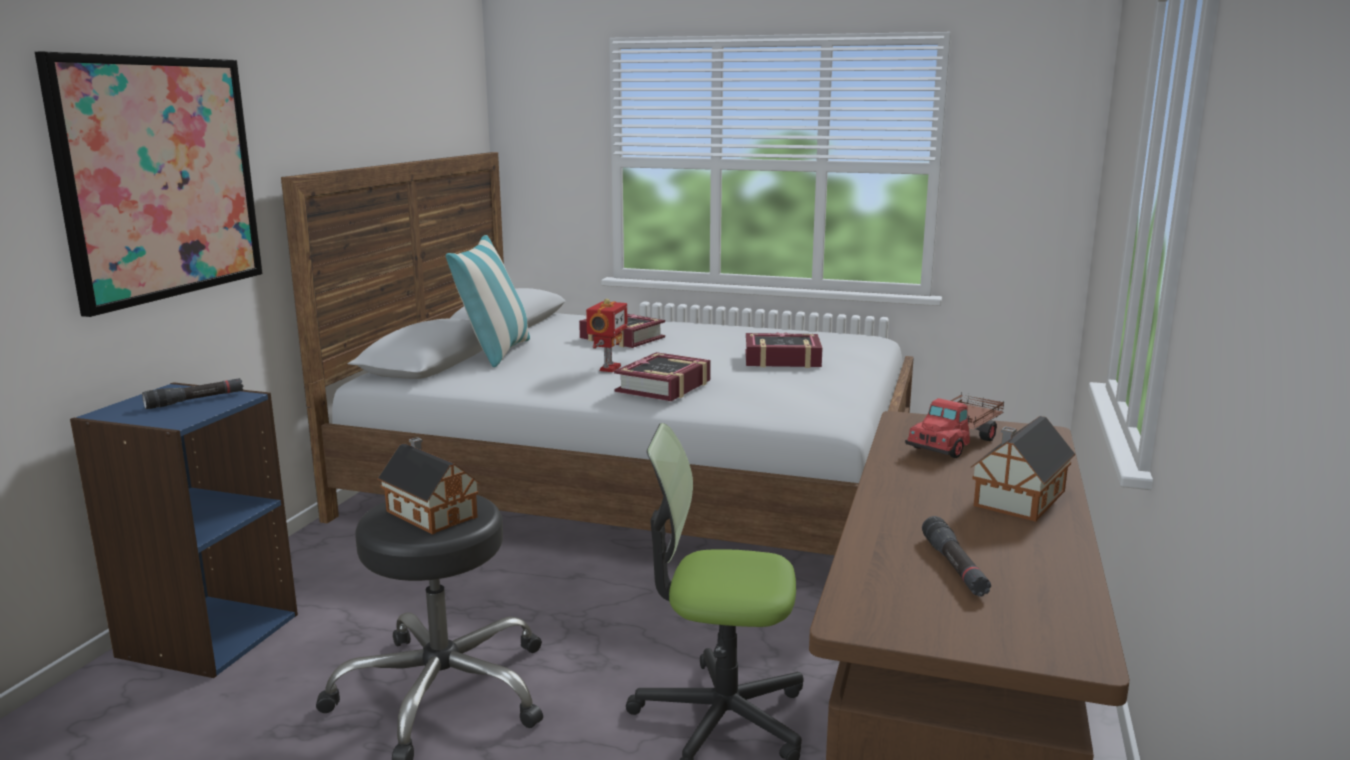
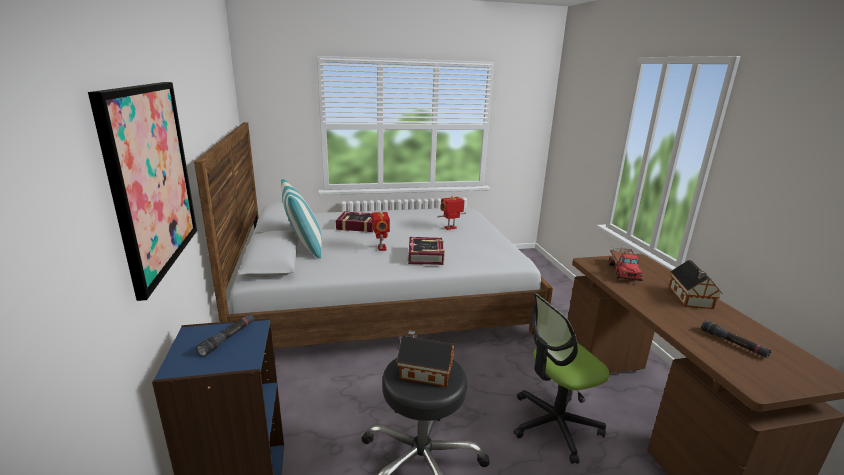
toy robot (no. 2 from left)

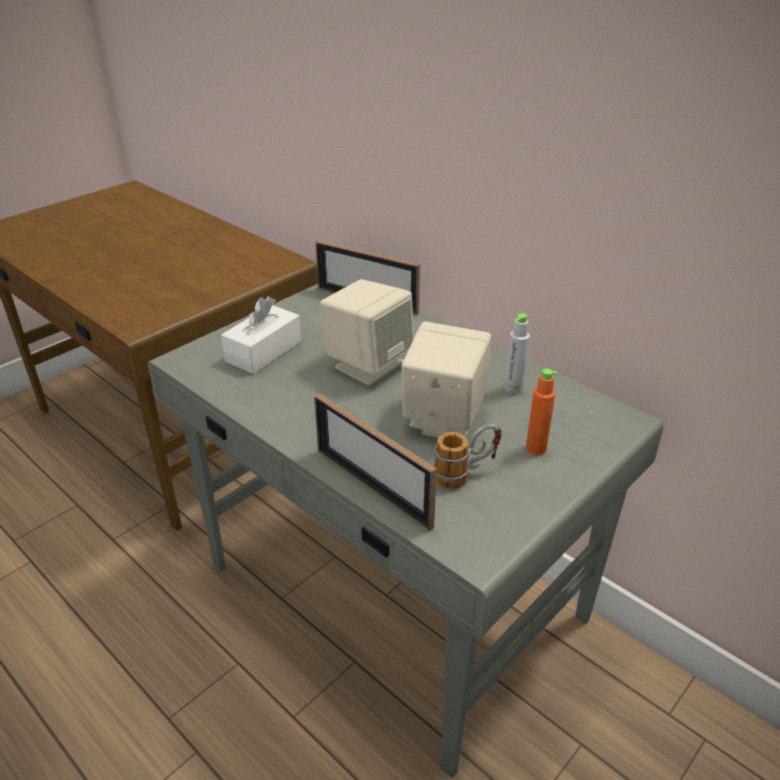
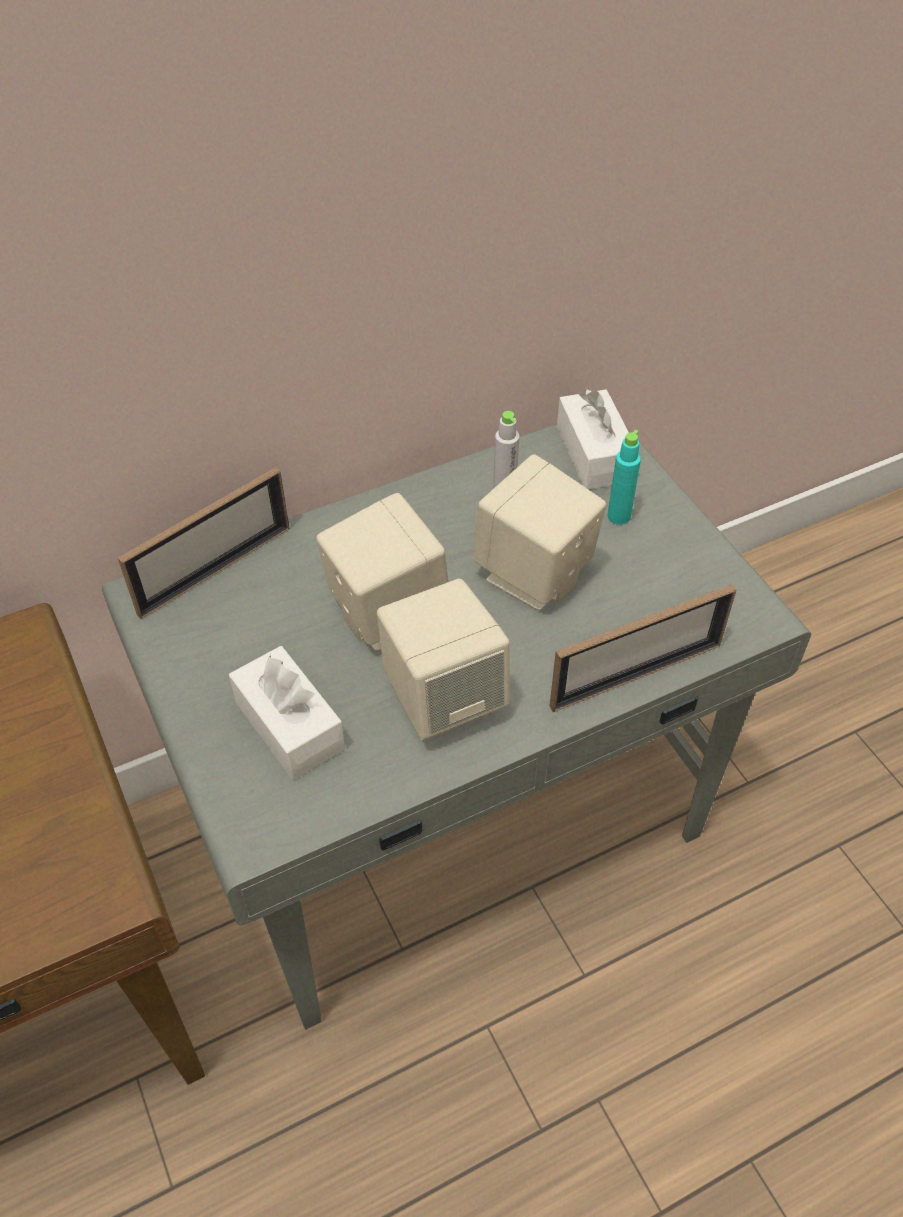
coffee mug
turquoise-coloured beverage bottle
sand-coloured speaker (no. 2 from left)
white box of tissues (no. 2 from left)

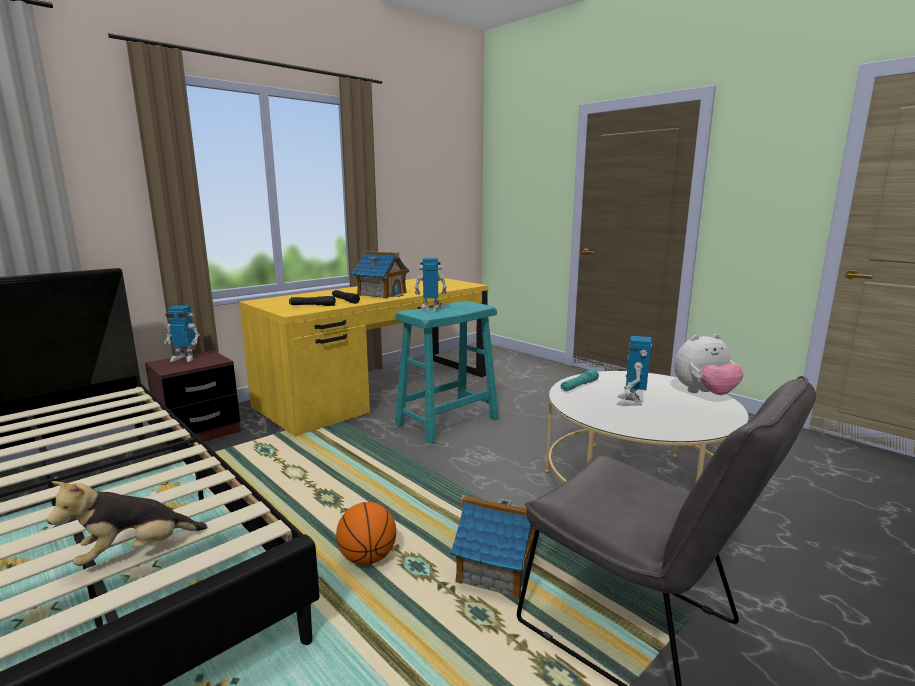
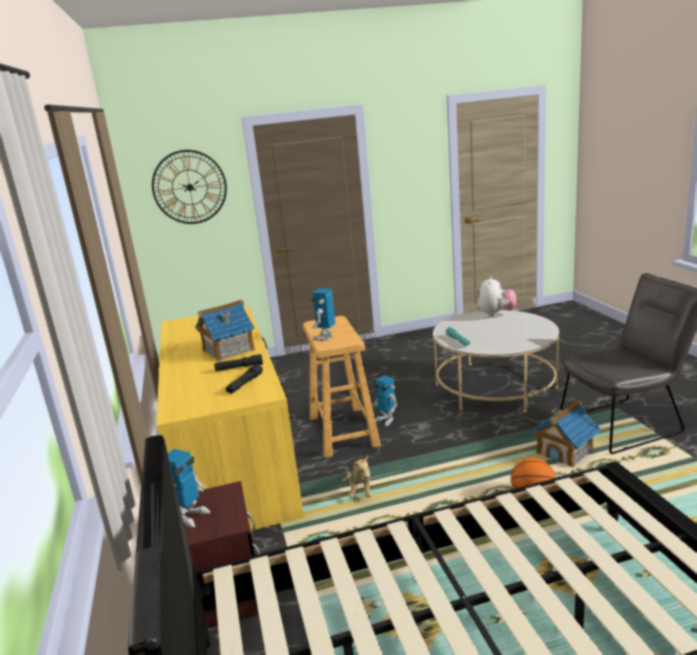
plush toy (no. 1 from left)
sand-coloured sitting stool
toy robot (no. 3 from left)
clock on the wall

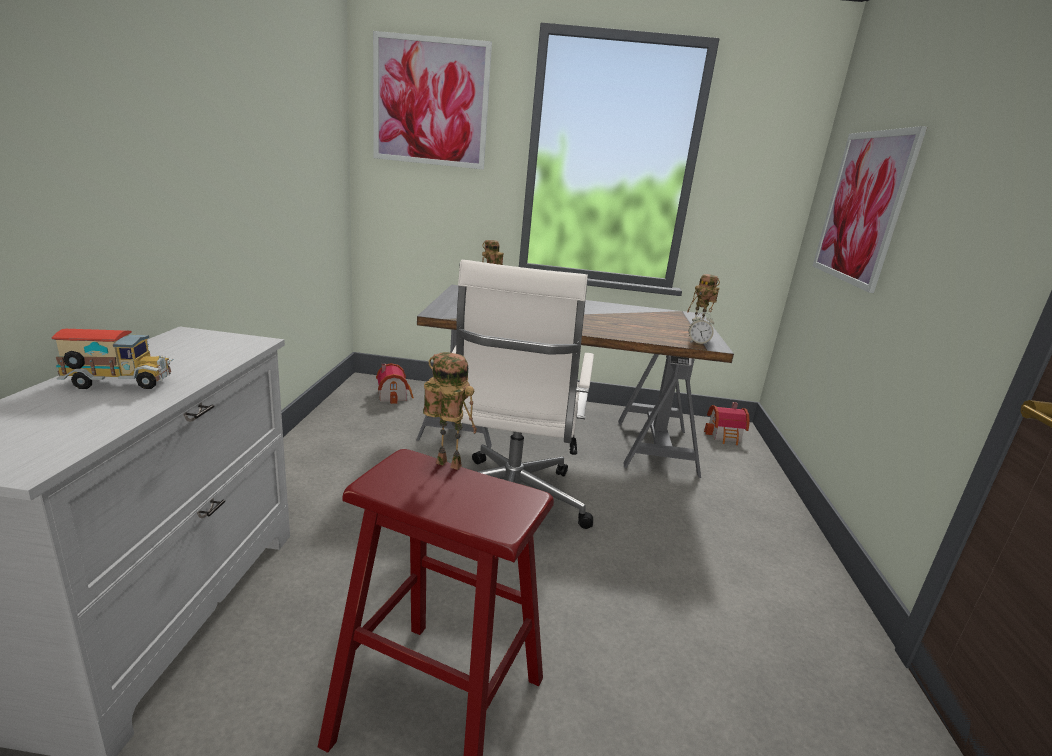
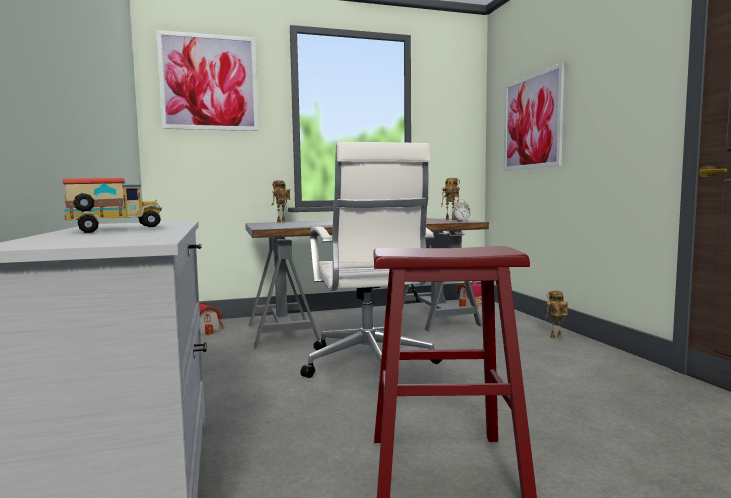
toy robot (no. 3 from left)

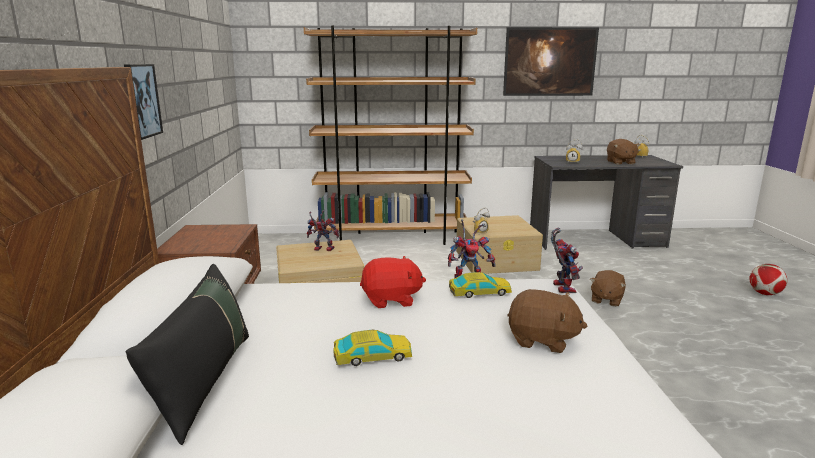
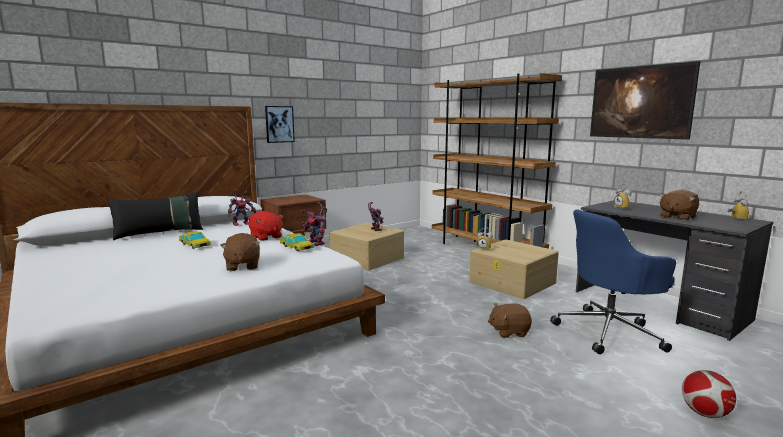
toy robot (no. 1 from left)
blue computer chair

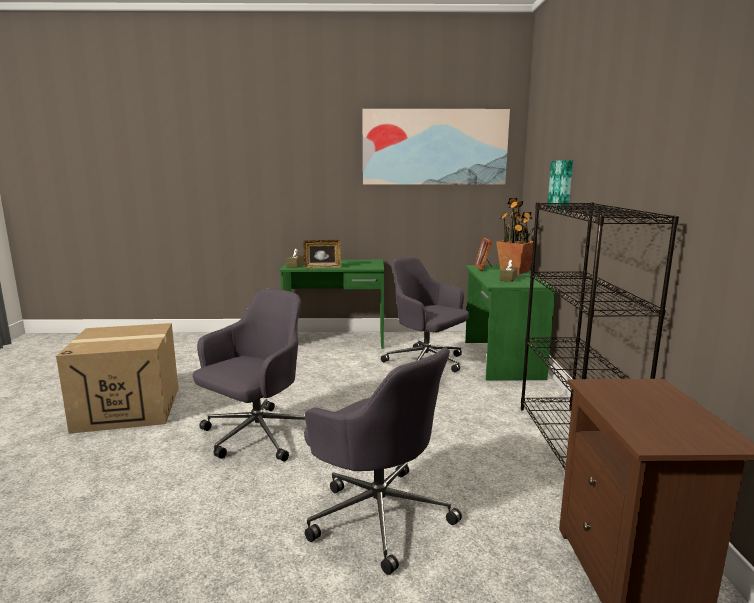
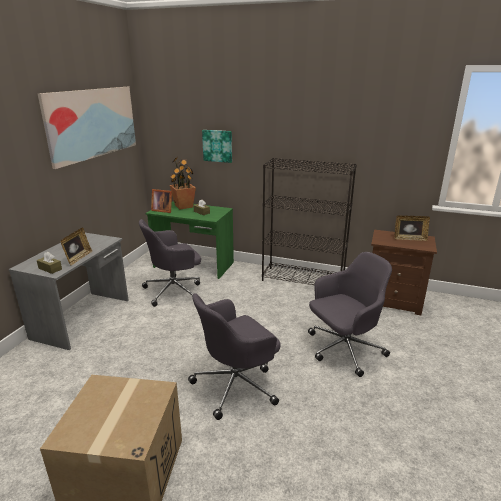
grey computer chair (no. 2 from left)
grey desk
picture frame (no. 3 from left)

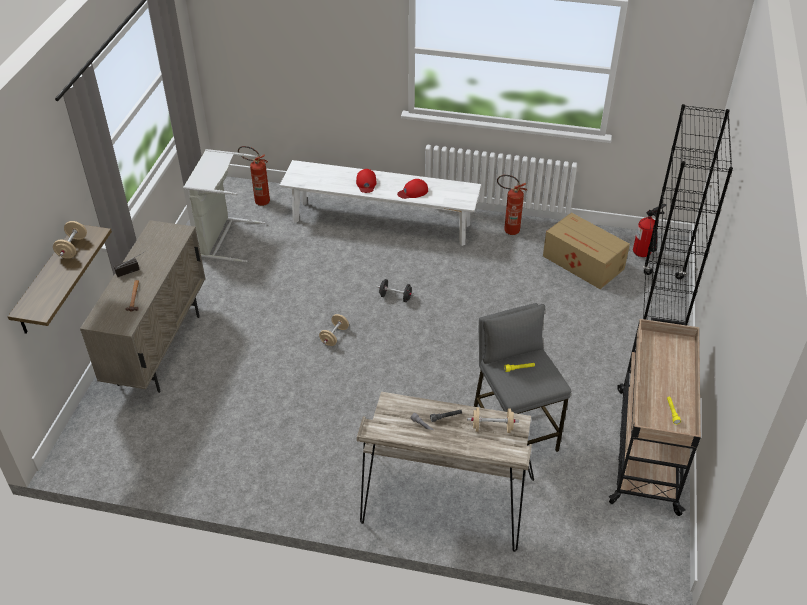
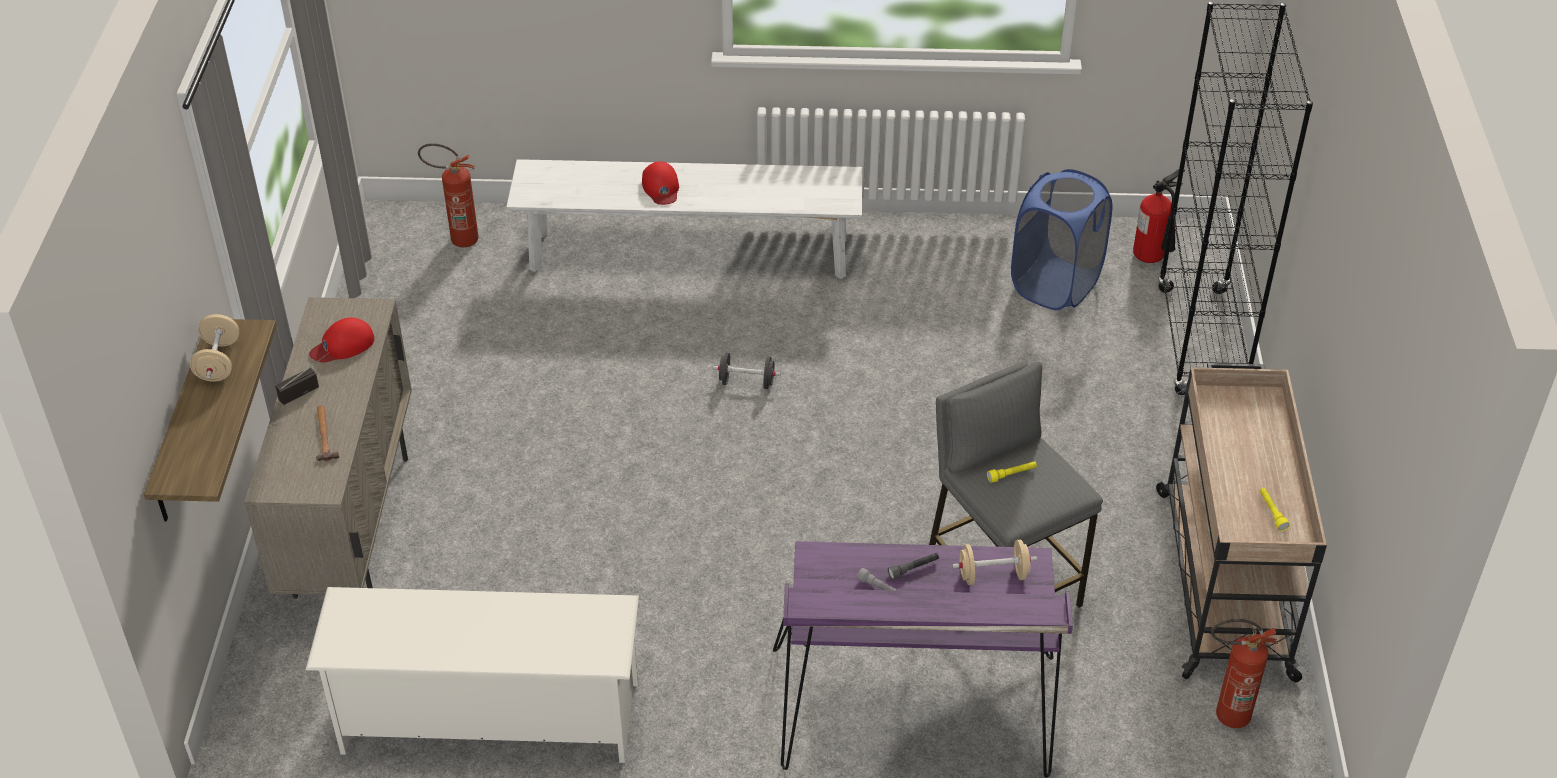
grey hamper
sand-coloured dumbbell (no. 2 from left in the first image)
purplish desk
red-coloured peaked cap (no. 1 from left)
fire extinguisher (no. 3 from left)
blue hamper
white shoe rack

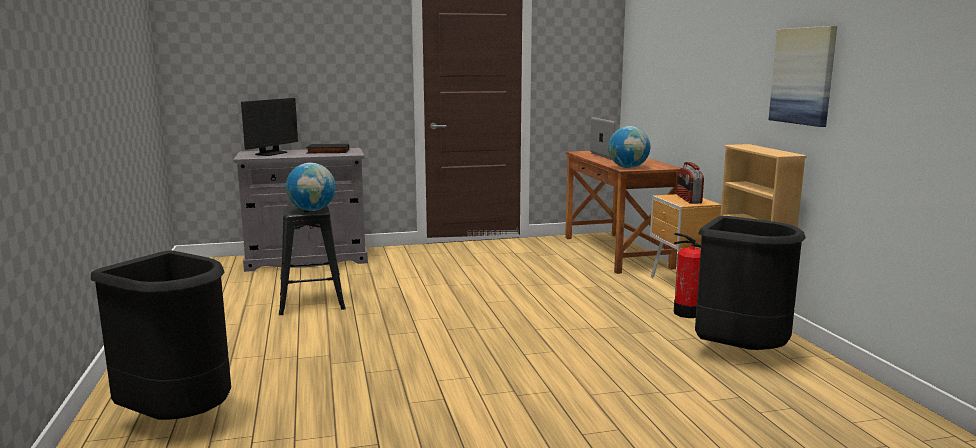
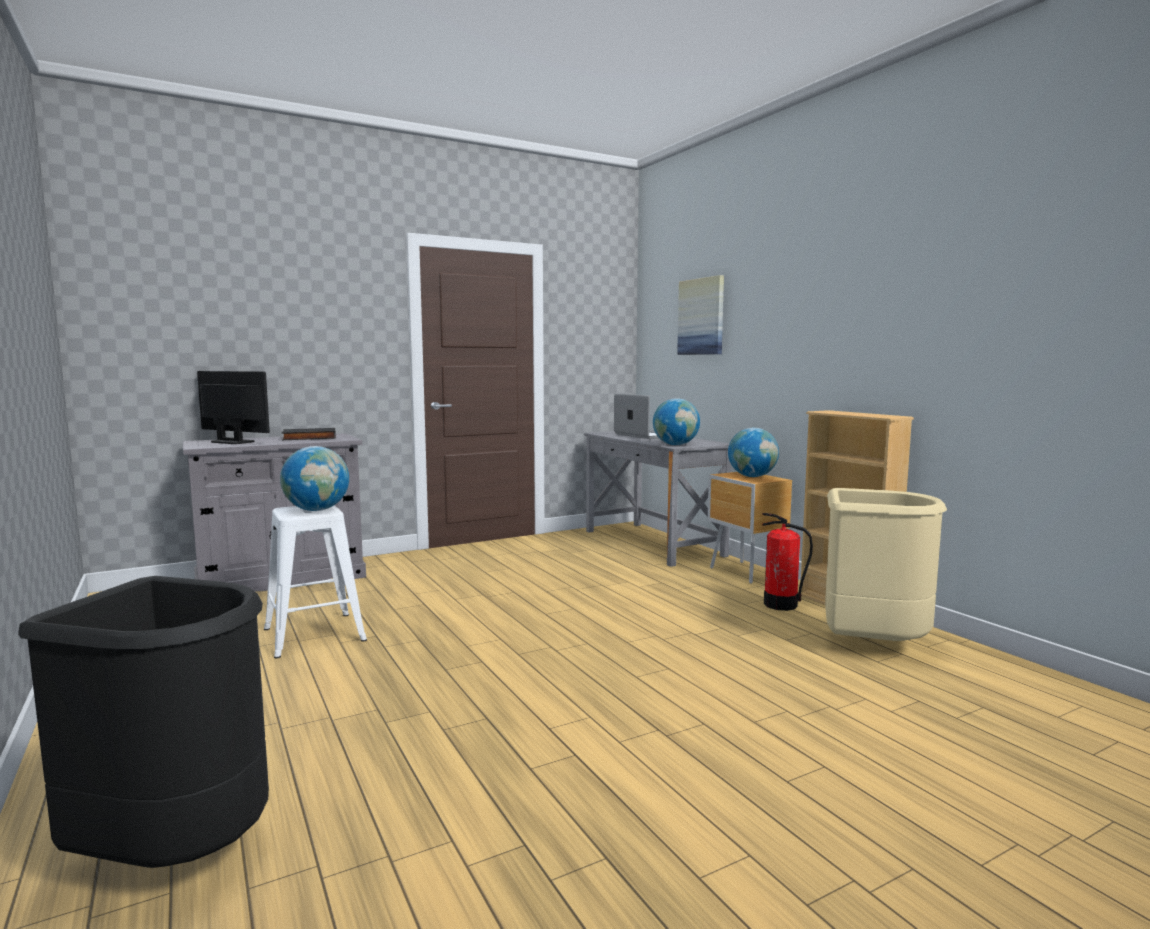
computer screen
white sitting stool
grey desk
globe (no. 3 from left)
sand-coloured trash can
wall picture

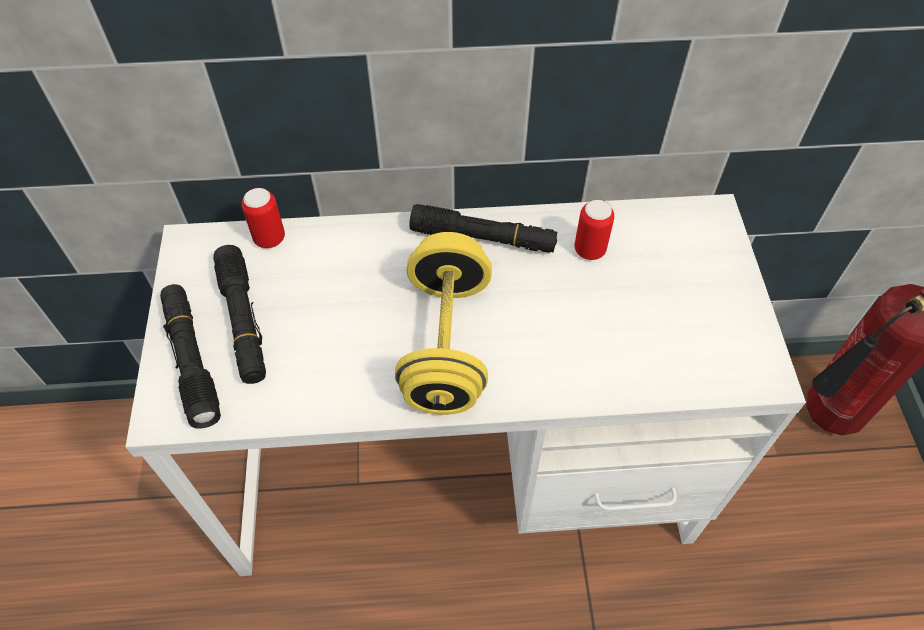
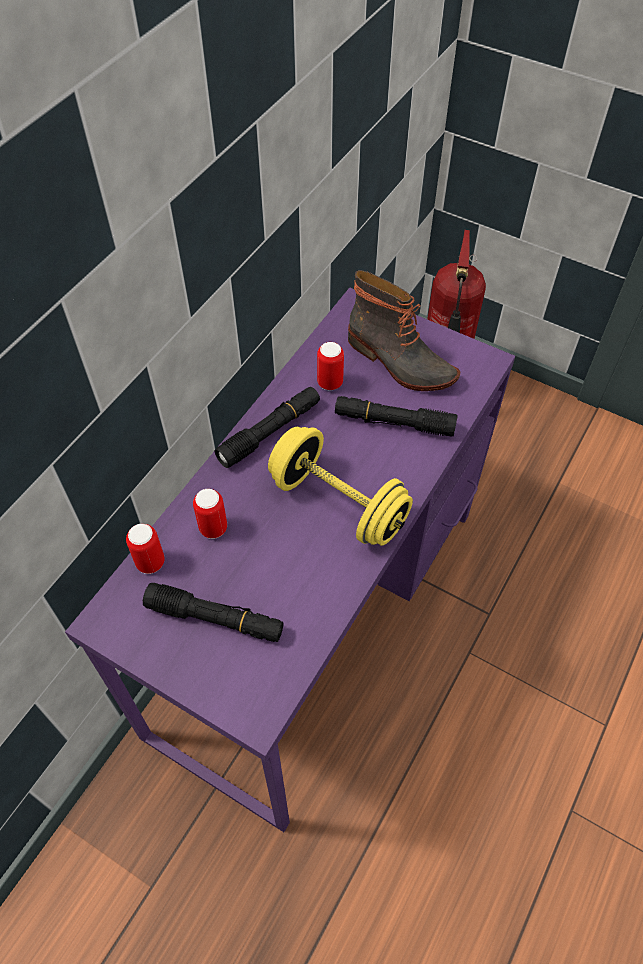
purplish desk
black hand torch (no. 3 from left)
can (no. 2 from left)
high-top boot

